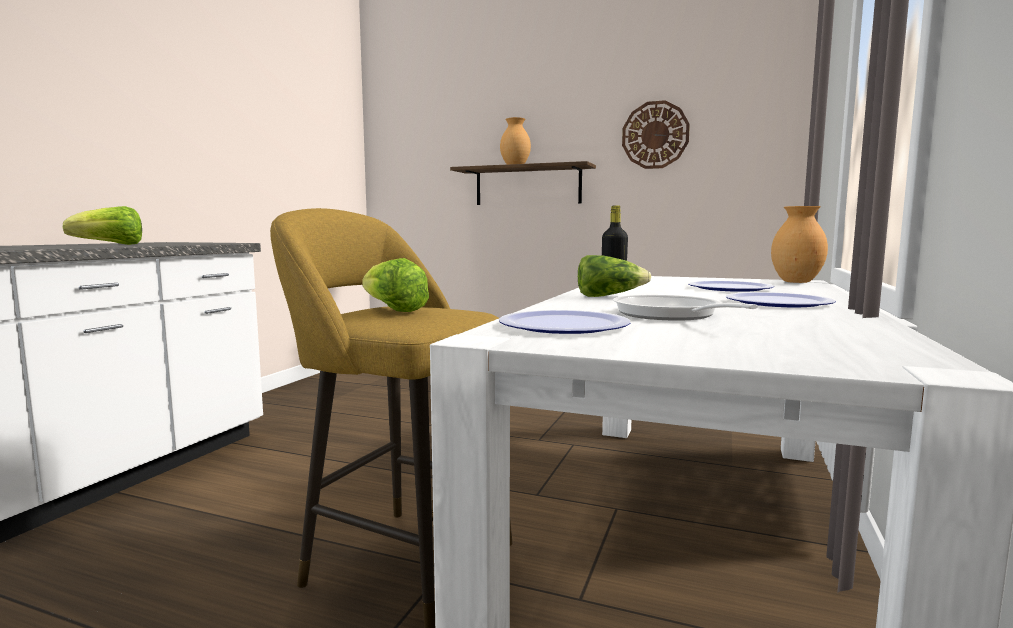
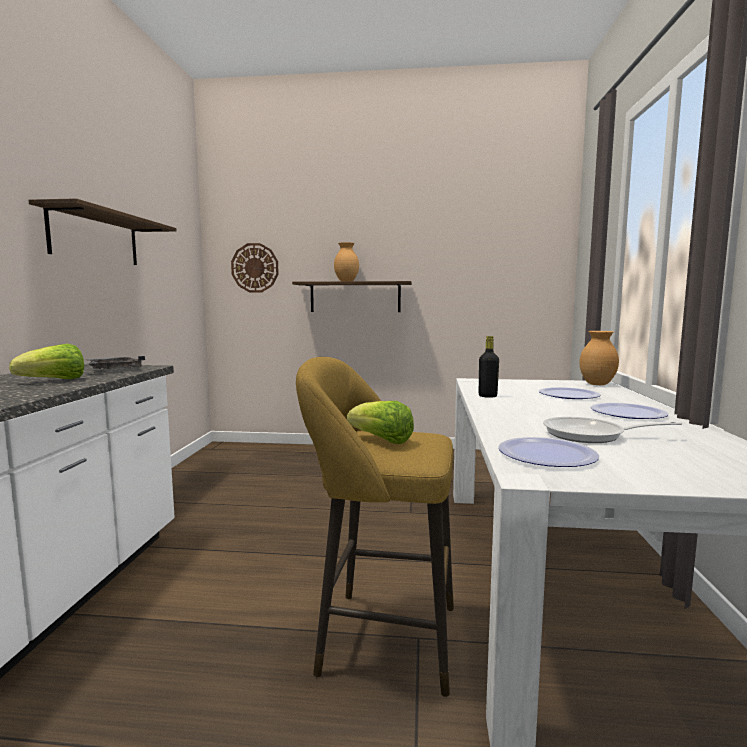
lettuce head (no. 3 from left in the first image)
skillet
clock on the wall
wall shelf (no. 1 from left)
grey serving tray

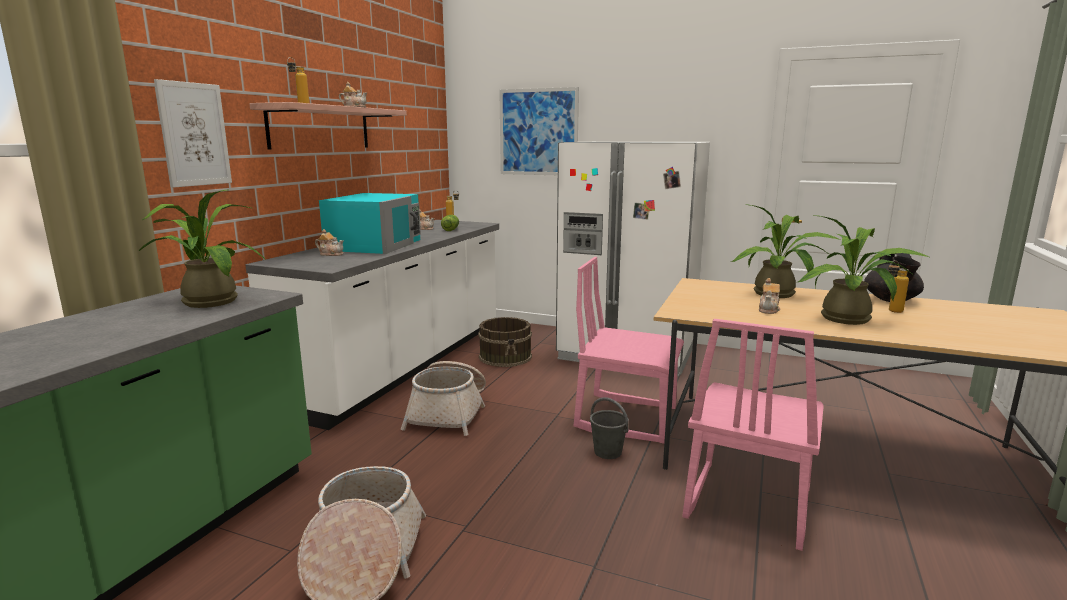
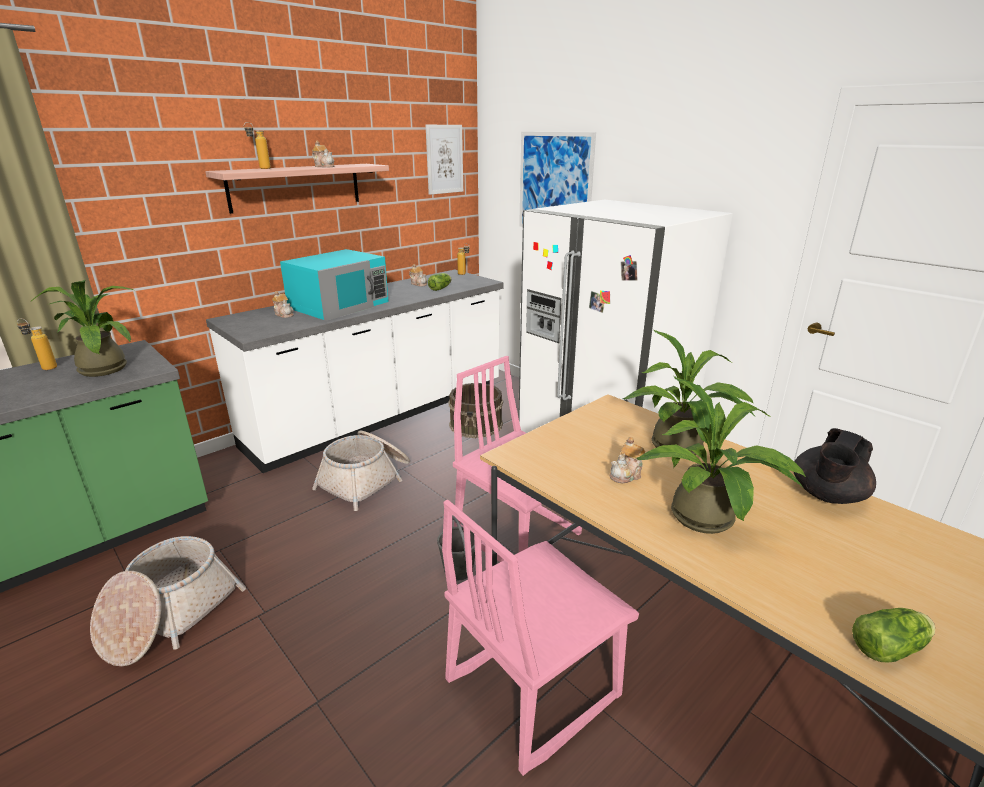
wall picture (no. 1 from left)
beverage bottle (no. 1 from left)
lettuce head (no. 2 from left)

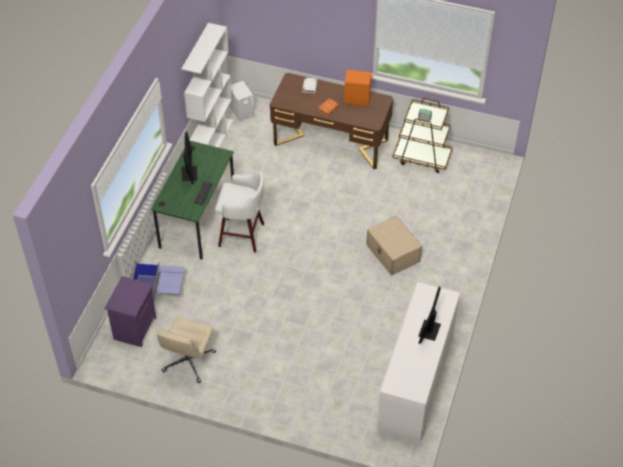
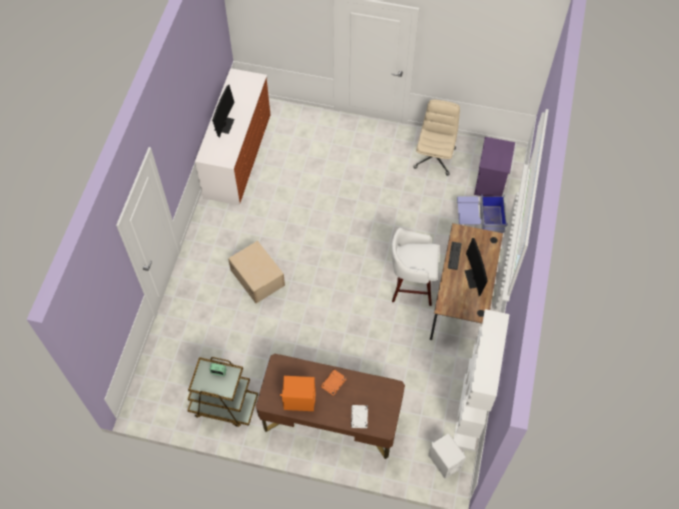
brownish desk (no. 2 from left)

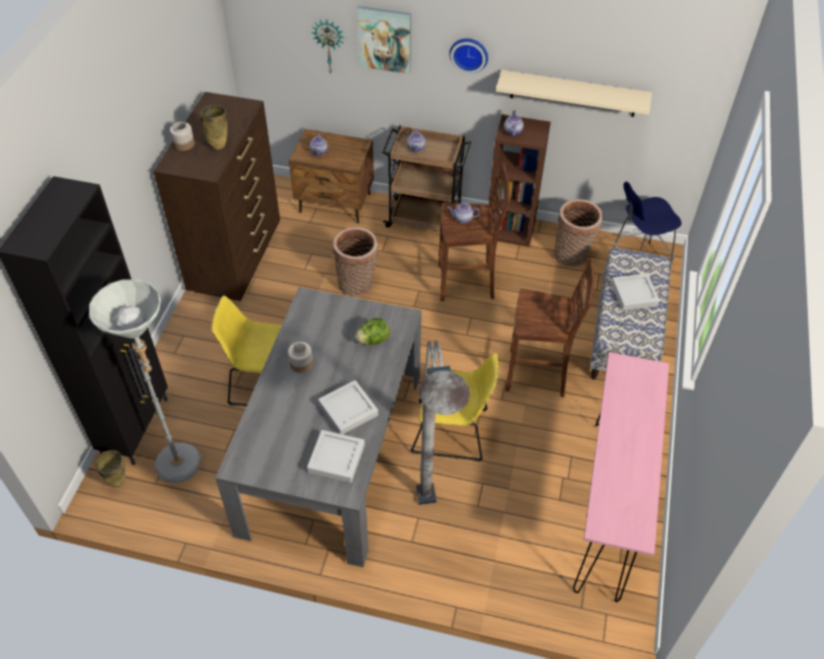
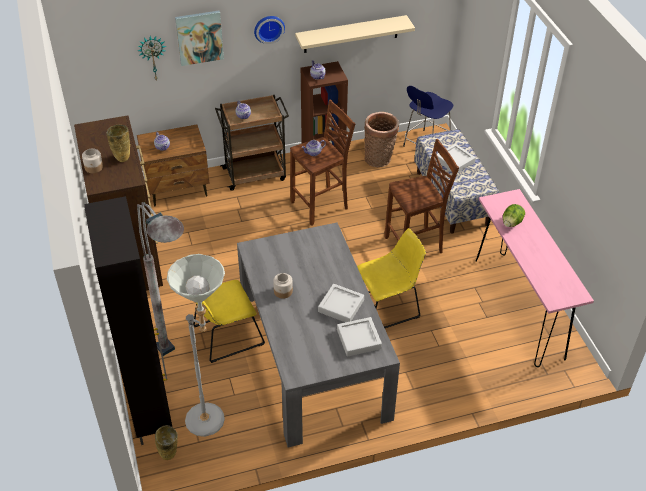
basket (no. 1 from left in the first image)
lettuce head
grey floor lamp (no. 1 from left)

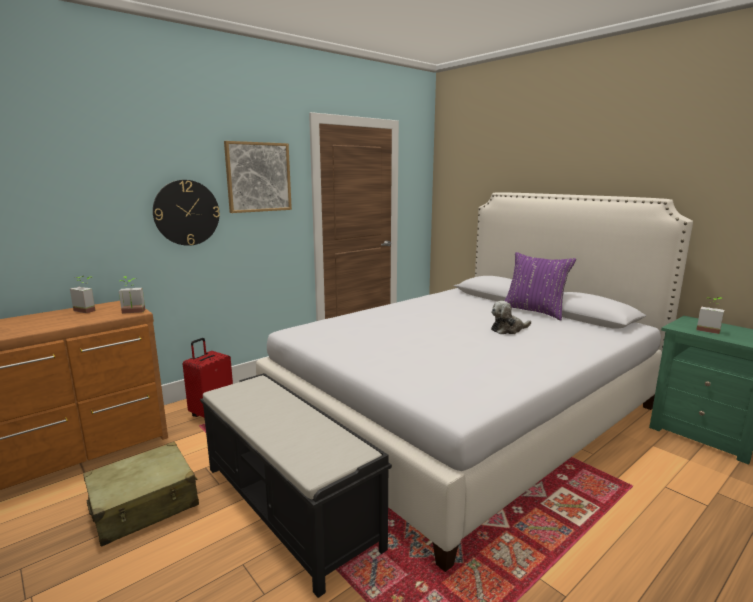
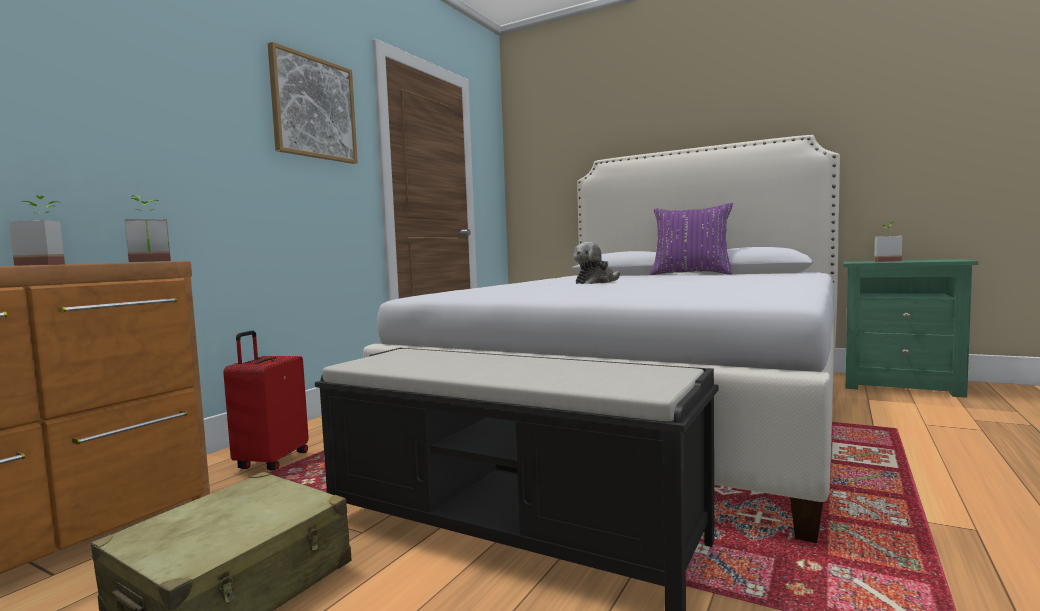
clock on the wall
plush toy

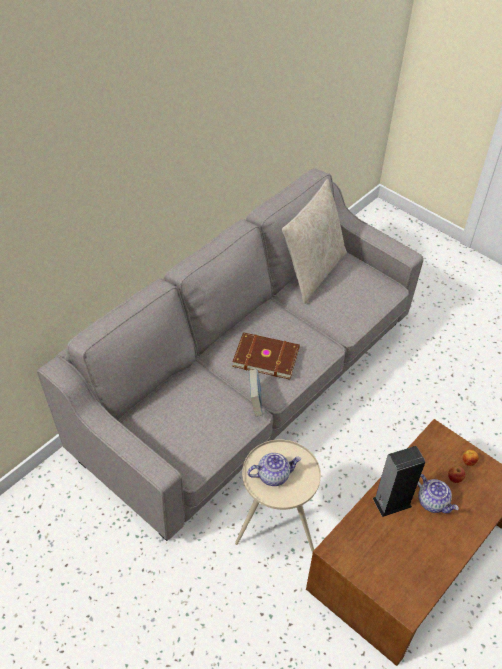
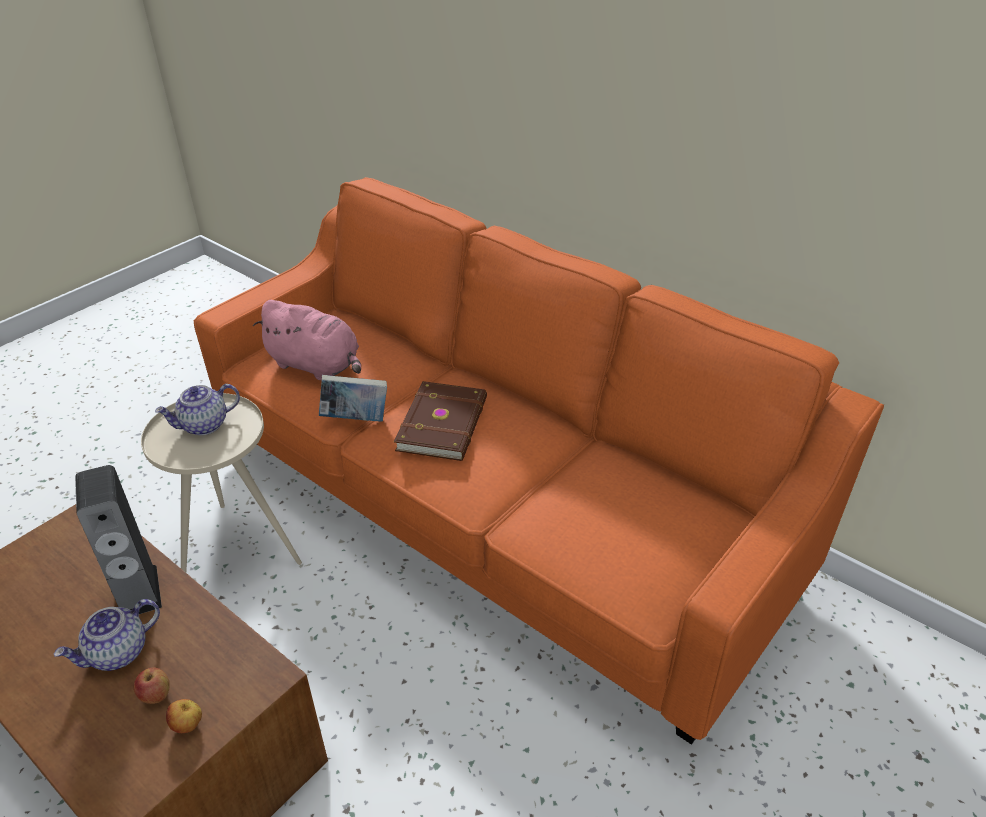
orange settee
pot for tea (no. 2 from left)
sand-coloured throw pillow
pinkish plush toy

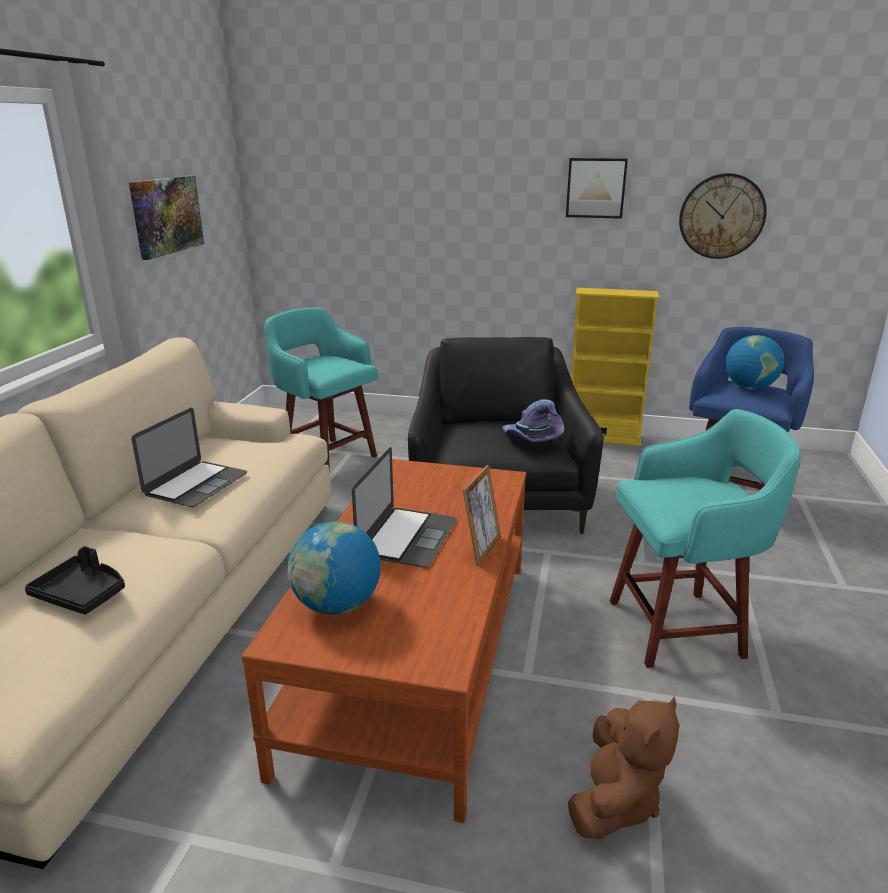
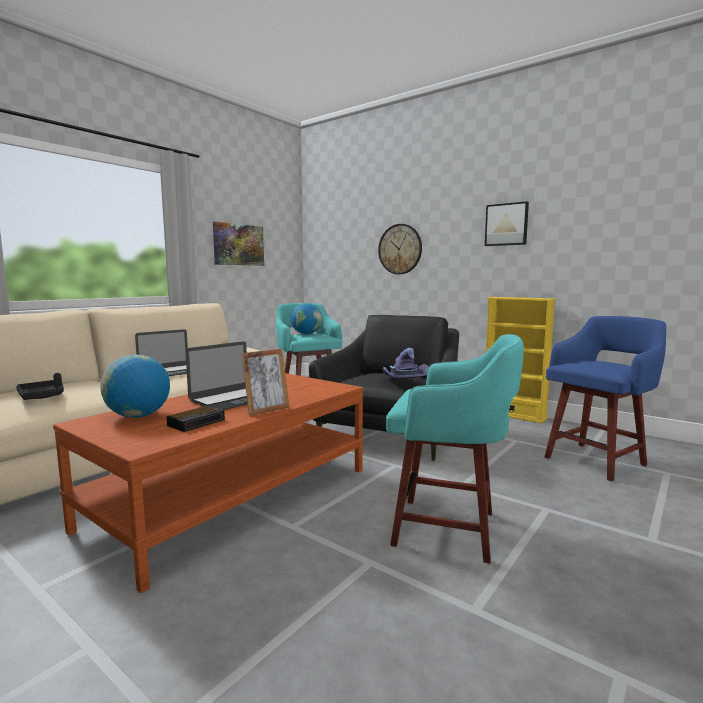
brownish plush toy
clock on the wall
globe (no. 2 from left)
alarm clock

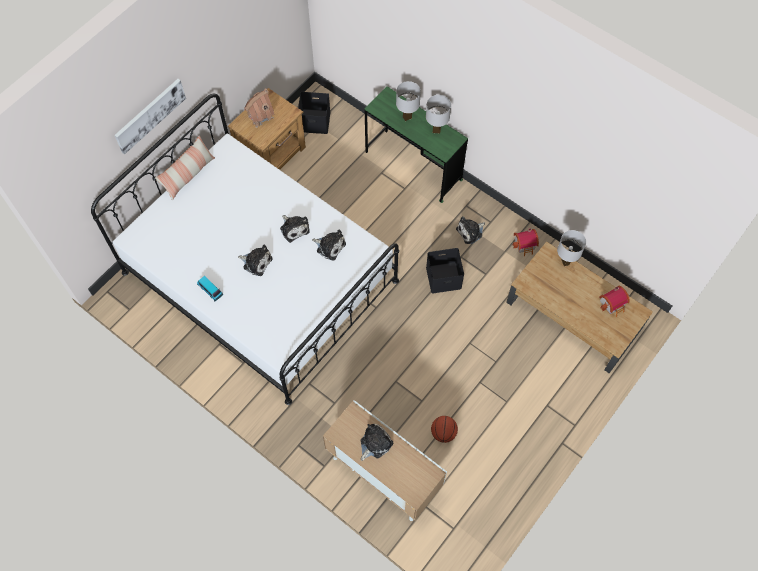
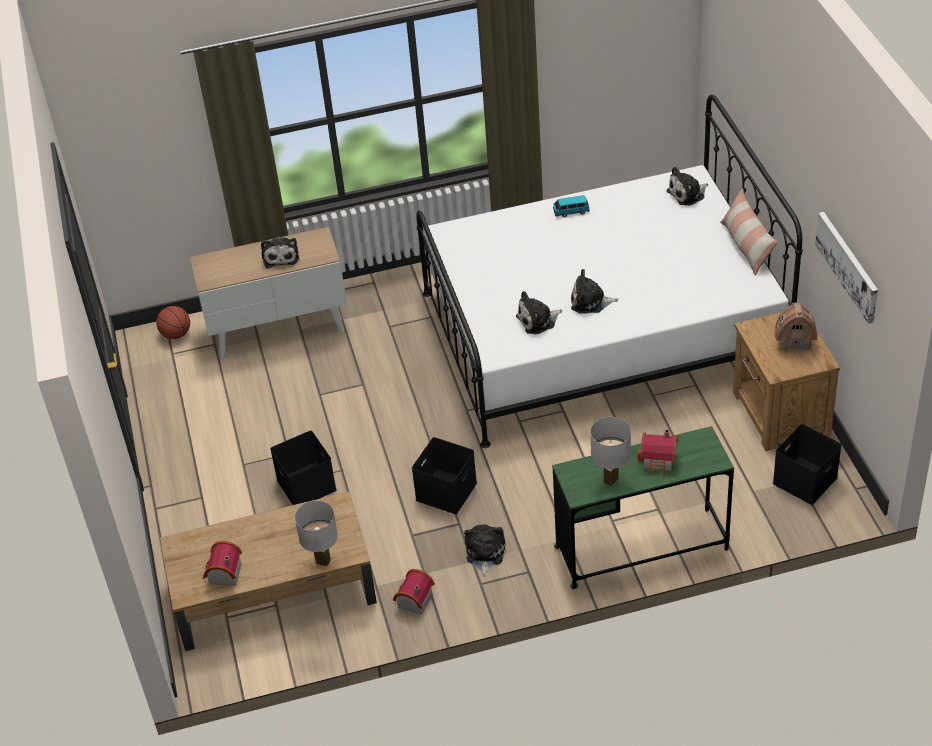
wall picture
plush toy (no. 5 from left)
model house (no. 3 from left)
basketball ball
black storage box (no. 1 from left)

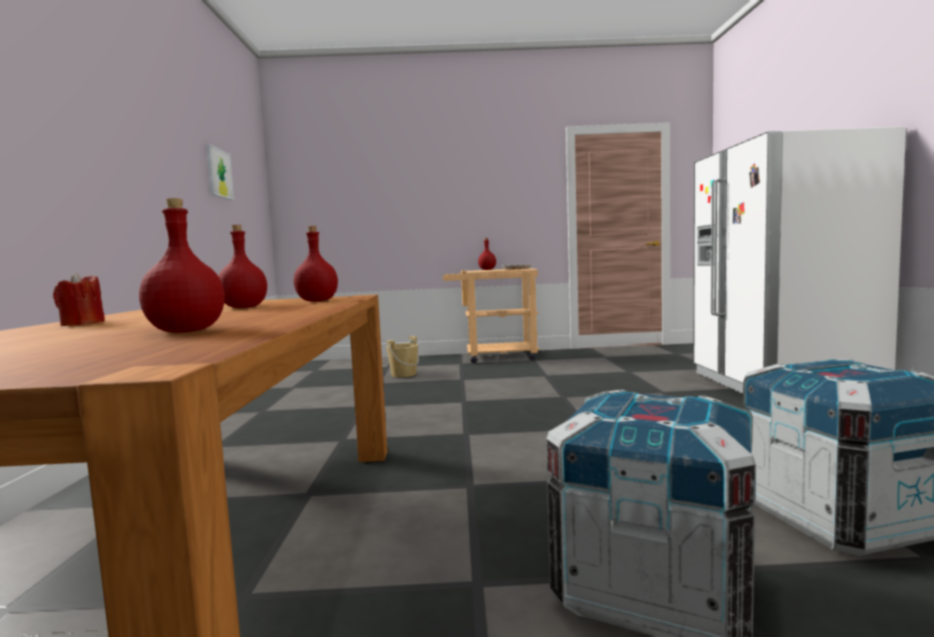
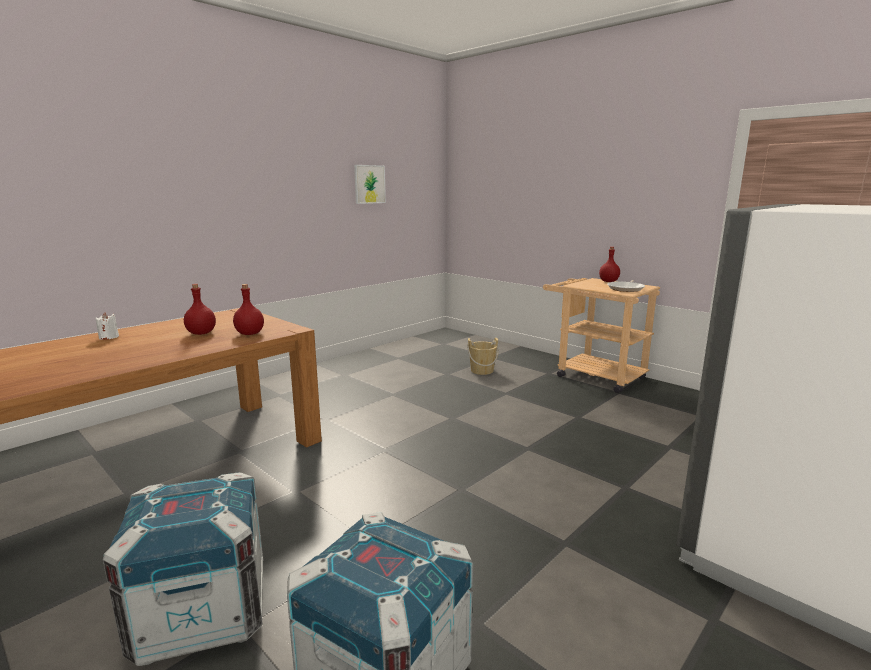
white wax light
red-coloured beverage bottle (no. 1 from left in the first image)

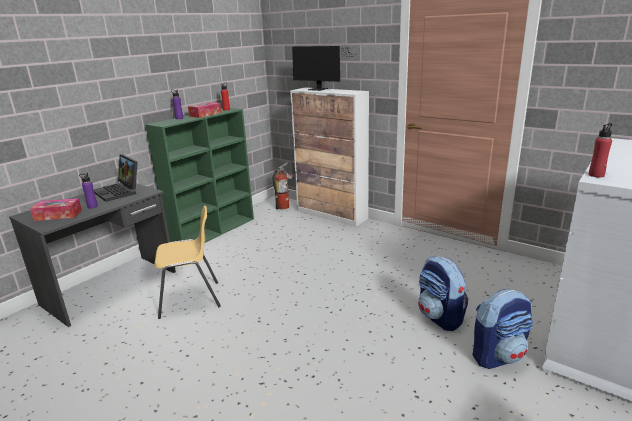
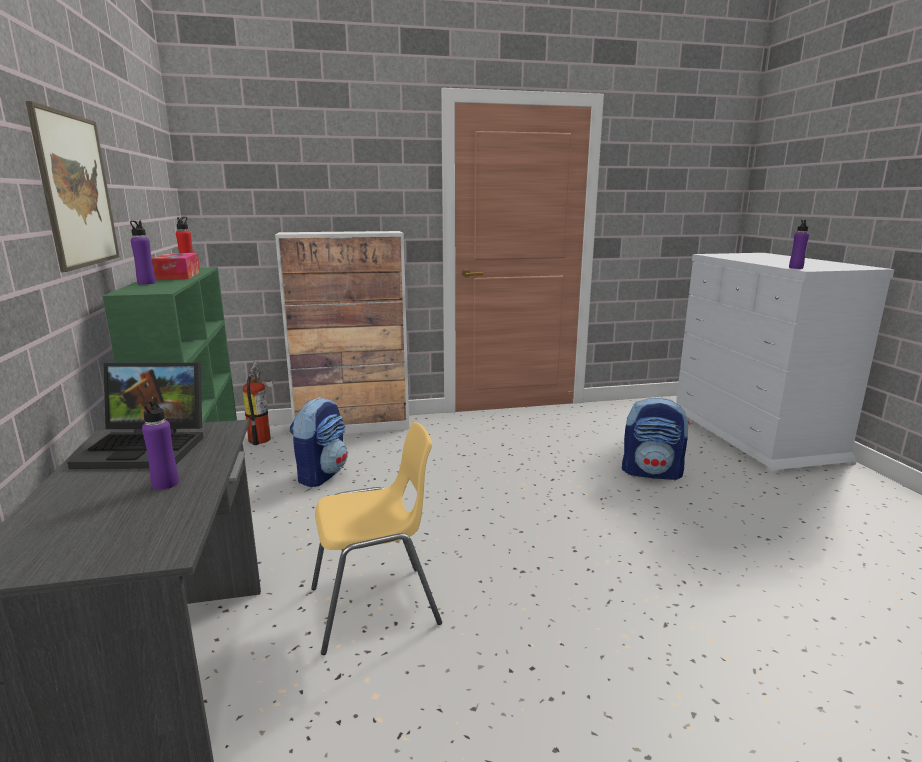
box of tissues (no. 1 from left in the first image)
yellowish plain chair
computer screen
rucksack (no. 1 from left)
purplish beverage bottle (no. 3 from left)
wall picture

